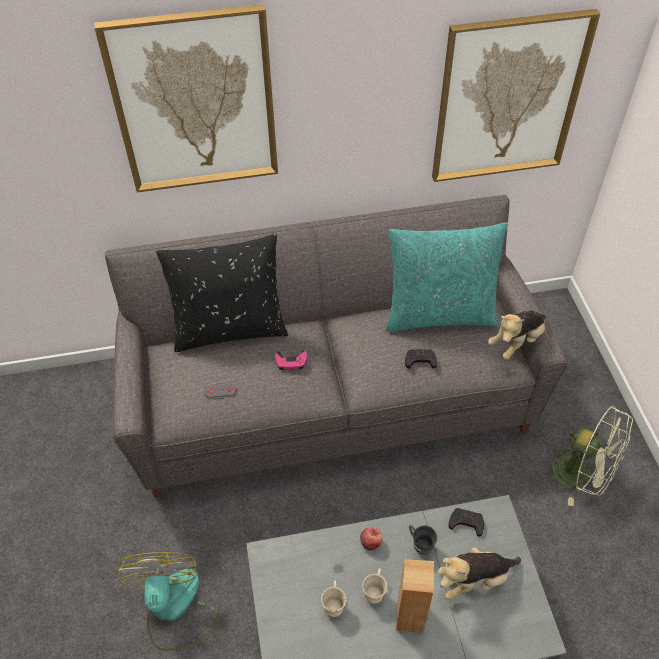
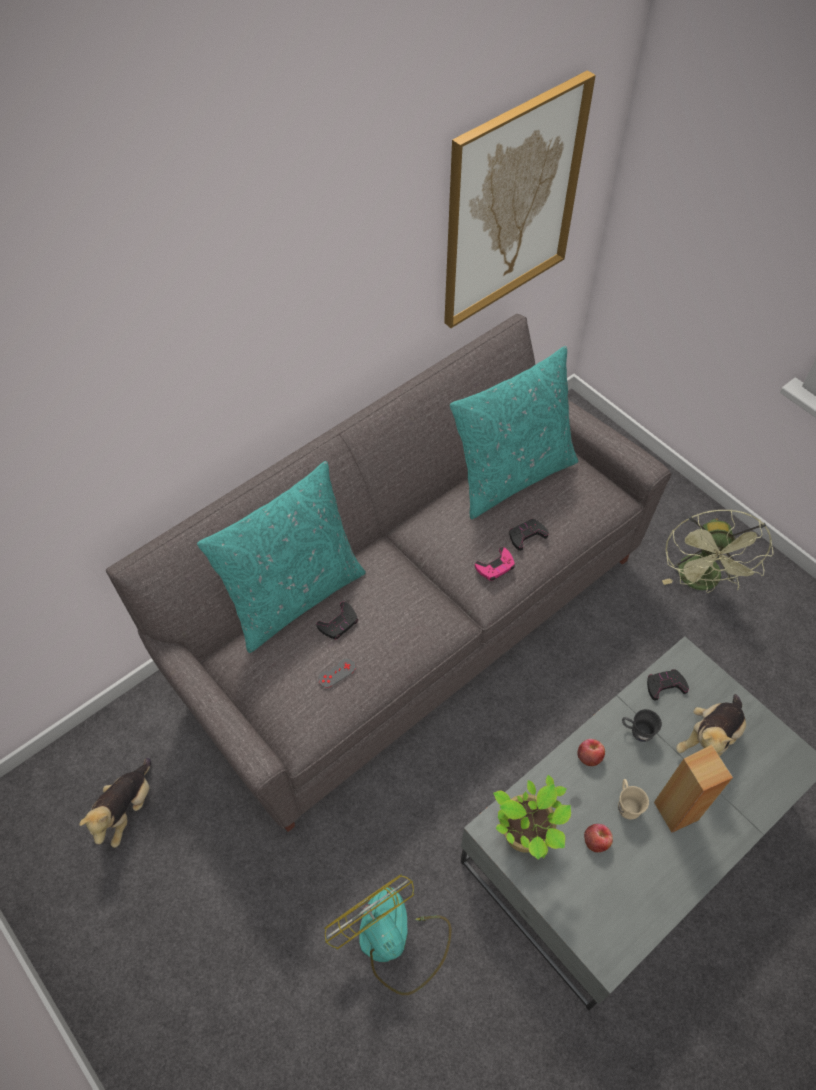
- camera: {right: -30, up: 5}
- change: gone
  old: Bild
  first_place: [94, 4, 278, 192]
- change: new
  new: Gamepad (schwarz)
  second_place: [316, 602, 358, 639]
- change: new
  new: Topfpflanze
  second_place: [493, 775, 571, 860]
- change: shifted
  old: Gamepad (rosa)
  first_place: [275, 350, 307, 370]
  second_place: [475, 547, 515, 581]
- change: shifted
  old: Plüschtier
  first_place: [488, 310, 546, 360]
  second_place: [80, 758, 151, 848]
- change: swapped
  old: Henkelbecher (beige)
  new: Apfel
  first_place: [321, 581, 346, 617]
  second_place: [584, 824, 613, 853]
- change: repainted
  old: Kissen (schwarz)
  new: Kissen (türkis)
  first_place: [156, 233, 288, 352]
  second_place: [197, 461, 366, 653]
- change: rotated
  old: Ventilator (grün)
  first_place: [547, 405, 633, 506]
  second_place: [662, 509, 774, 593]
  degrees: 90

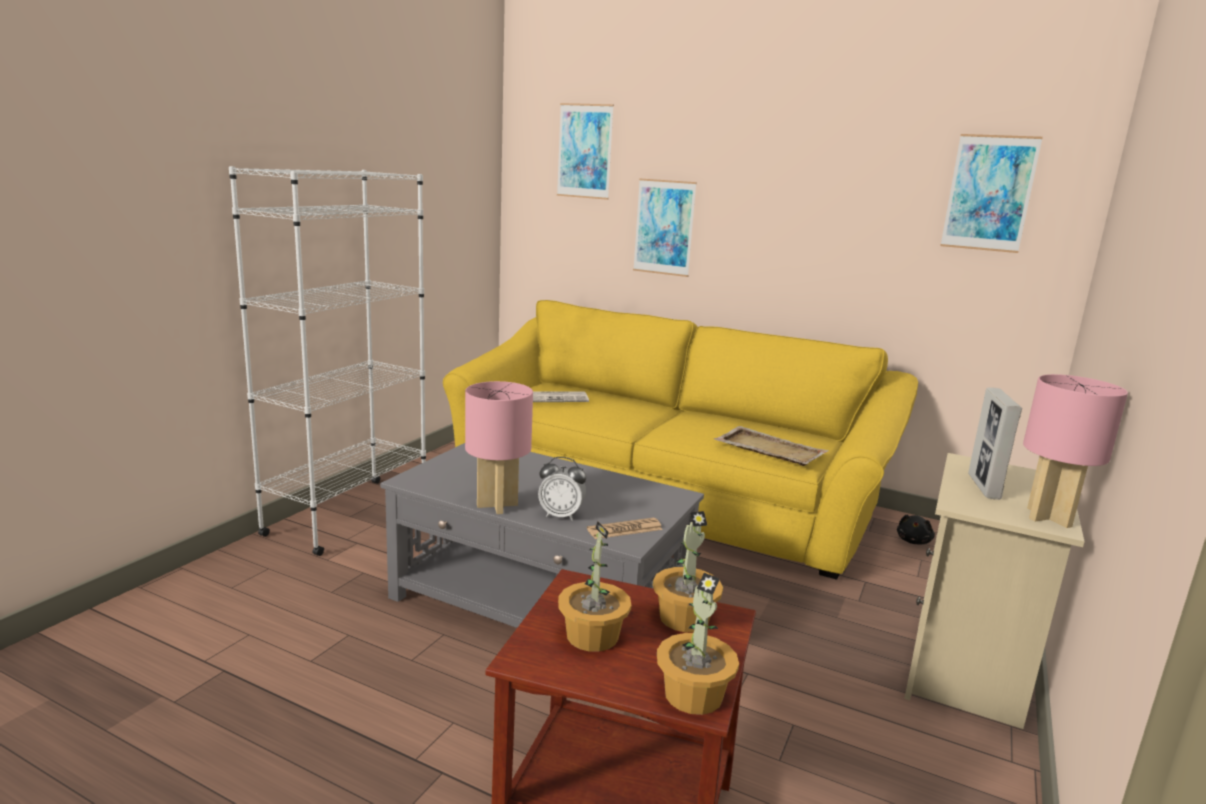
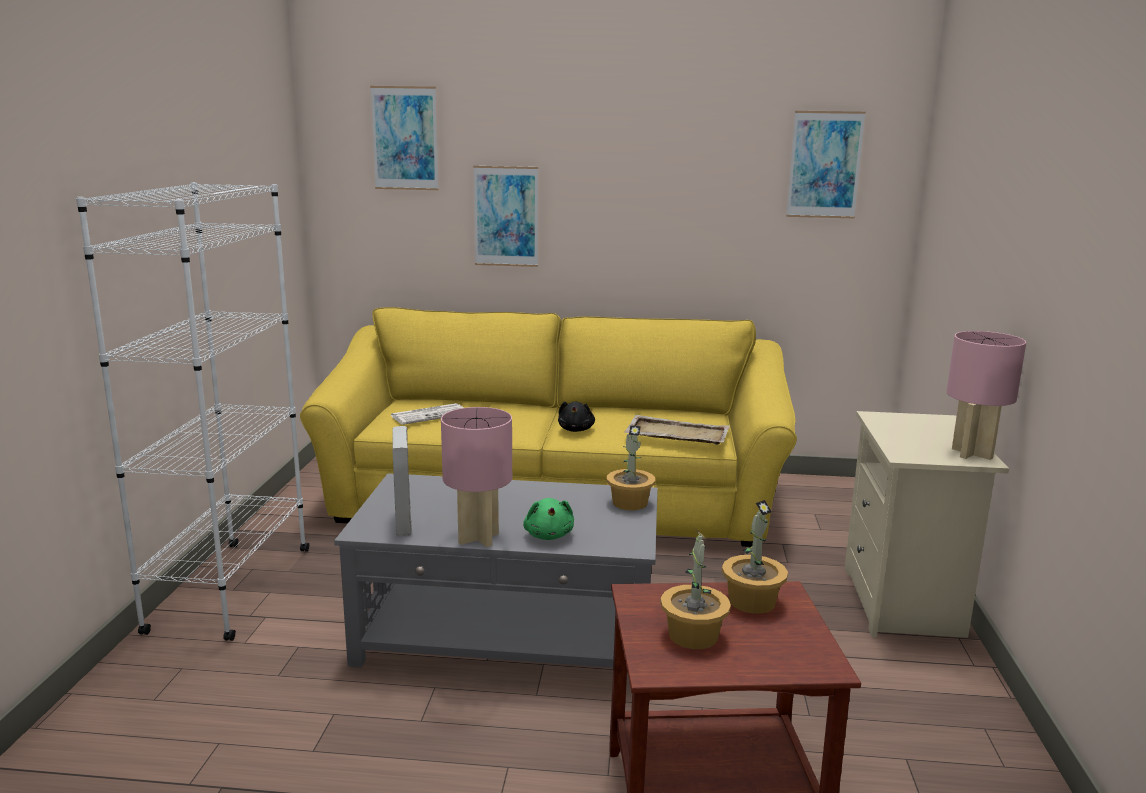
- camera: {right: -20, up: 0}
- change: gone
  old: Zeitung
  first_place: [587, 518, 663, 539]
- change: shifted
  old: Topfpflanze
  first_place: [657, 573, 739, 715]
  second_place: [607, 425, 655, 510]
- change: shifted
  old: Plüschtier (schwarz)
  first_place: [897, 515, 935, 544]
  second_place: [558, 401, 595, 432]
- change: shifted
  old: Bilderrahmen
  first_place: [968, 387, 1022, 500]
  second_place: [392, 426, 412, 536]
- change: swapped
  old: Wecker
  new: Plüschtier (grün)
  first_place: [538, 457, 586, 521]
  second_place: [523, 498, 574, 540]

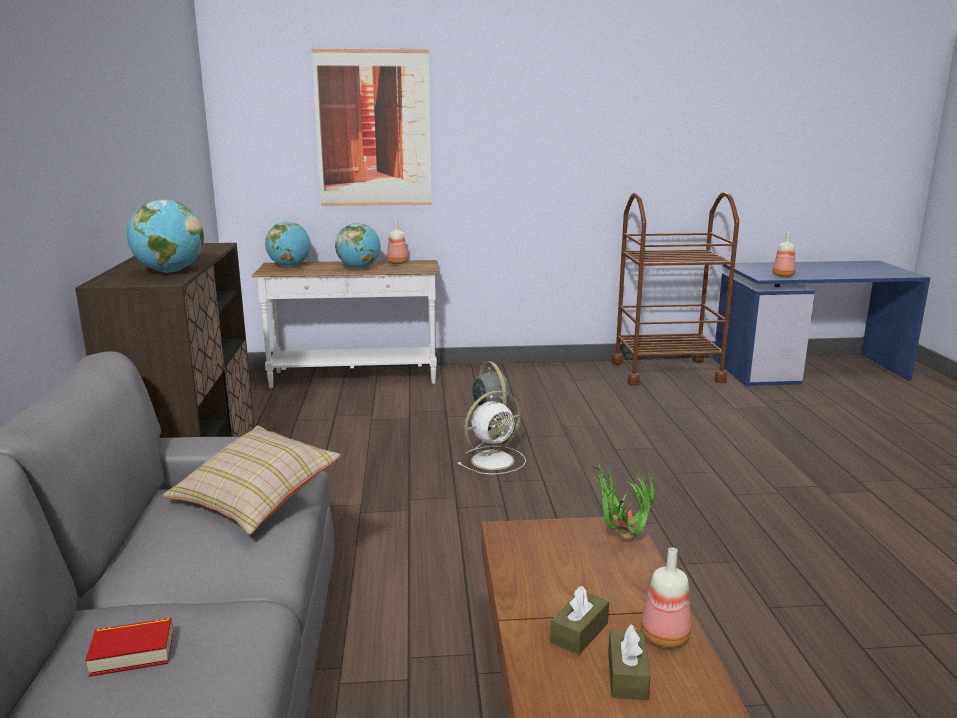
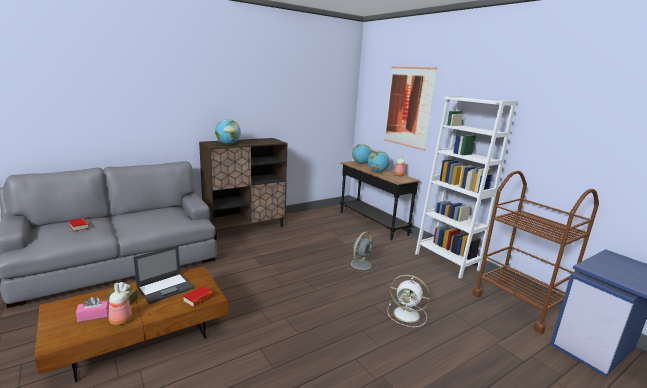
- camera: {right: 60, up: 0}
- change: gone
  old: Kissen (beige)
  first_place: [162, 426, 341, 535]
- change: gone
  old: Flasche
  first_place: [773, 232, 796, 277]
- change: new
  new: Laptop
  second_place: [133, 245, 194, 304]
- change: new
  new: Bücherregal (weiß)
  second_place: [415, 95, 516, 279]
- change: shifted
  old: Ventilator (weiß)
  first_place: [458, 391, 526, 475]
  second_place: [387, 275, 430, 327]
- change: swapped
  old: Topfpflanze
  new: Buch
  first_place: [591, 462, 656, 542]
  second_place: [183, 286, 214, 307]
- change: repainted
  old: Konsolentisch (weiß)
  new: Konsolentisch (schwarz)
  first_place: [251, 260, 440, 388]
  second_place: [340, 161, 420, 240]
- change: repainted
  old: Taschentuchbox (braun)
  new: Taschentuchbox (rosa)
  first_place: [608, 624, 651, 700]
  second_place: [76, 297, 109, 322]

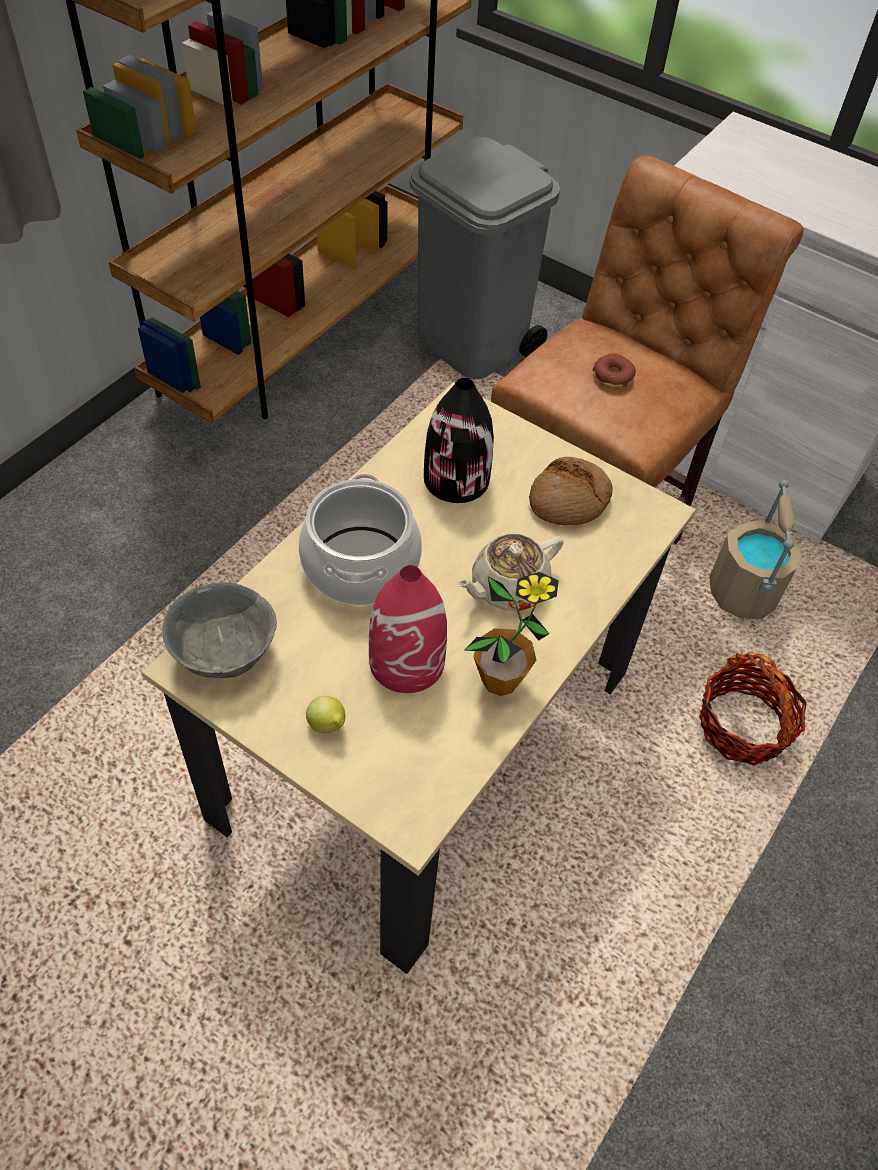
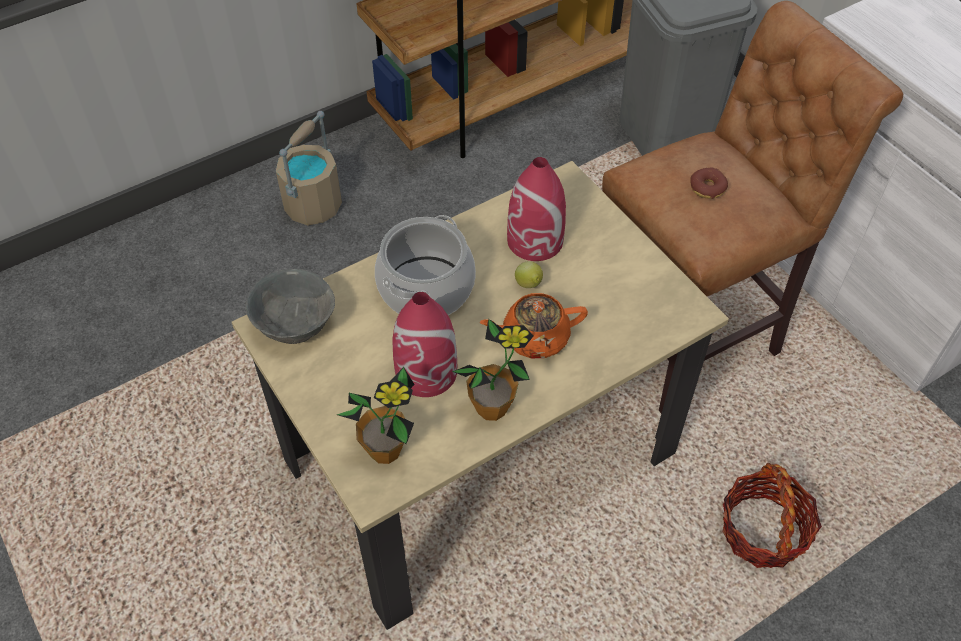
- camera: {right: 25, up: 0}
- change: gone
  old: Brot
  first_place: [529, 457, 613, 526]
- change: new
  new: Topfpflanze
  second_place: [337, 367, 415, 464]
- change: shifted
  old: Zitrone
  first_place: [306, 696, 345, 733]
  second_place: [515, 261, 543, 288]
- change: shifted
  old: Eimer (beige)
  first_place: [709, 480, 802, 620]
  second_place: [276, 111, 342, 226]
- change: repainted
  old: Vase (schwarz)
  new: Vase (rot)
  first_place: [424, 378, 494, 503]
  second_place: [507, 157, 566, 261]
- change: repainted
  old: Teekanne (beige)
  new: Teekanne (orange)
  first_place: [456, 533, 563, 611]
  second_place: [480, 293, 588, 358]

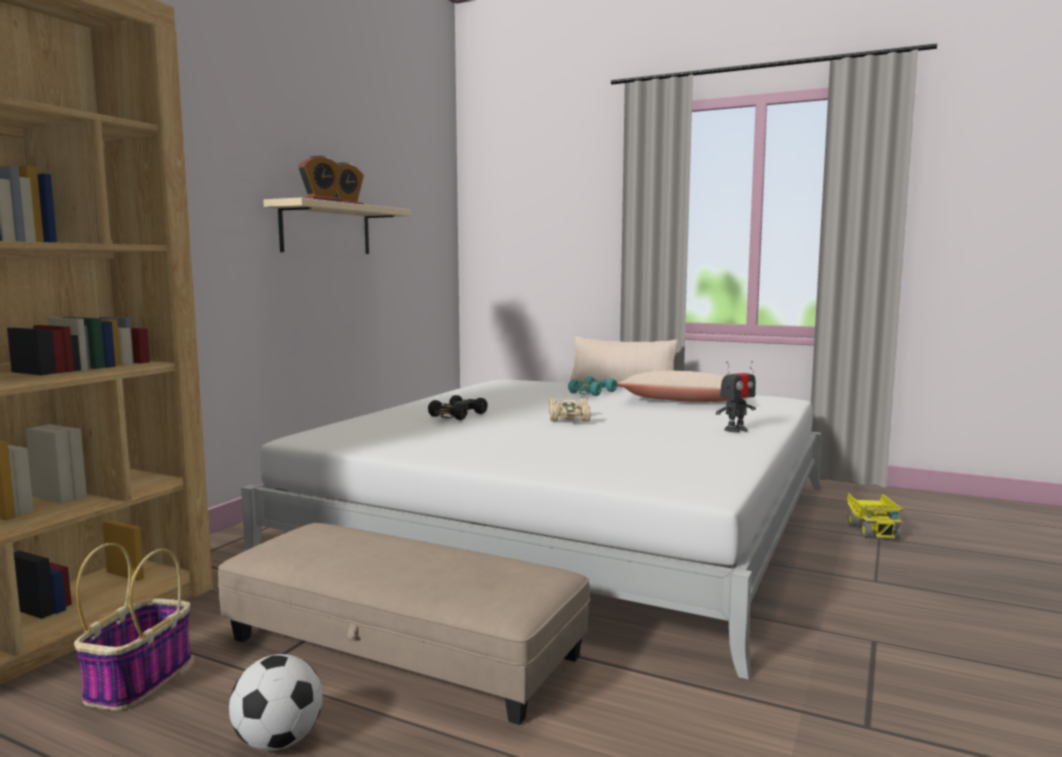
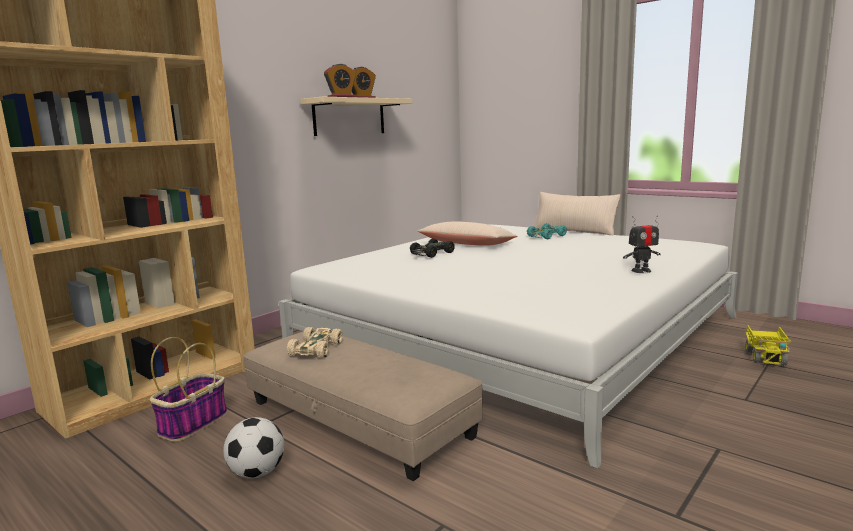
- camera: {right: 15, up: 5}
- change: shifted
  old: Spielzeugauto (beige)
  first_place: [549, 398, 591, 422]
  second_place: [287, 327, 343, 358]
- change: shifted
  old: Kissen (beige)
  first_place: [618, 371, 732, 402]
  second_place: [417, 222, 517, 246]

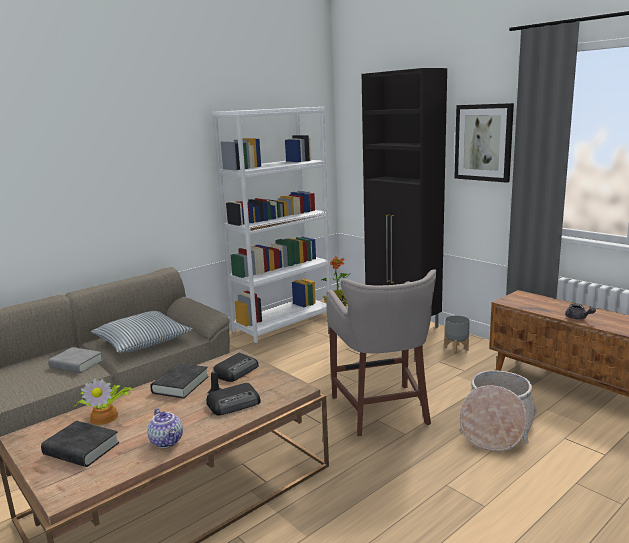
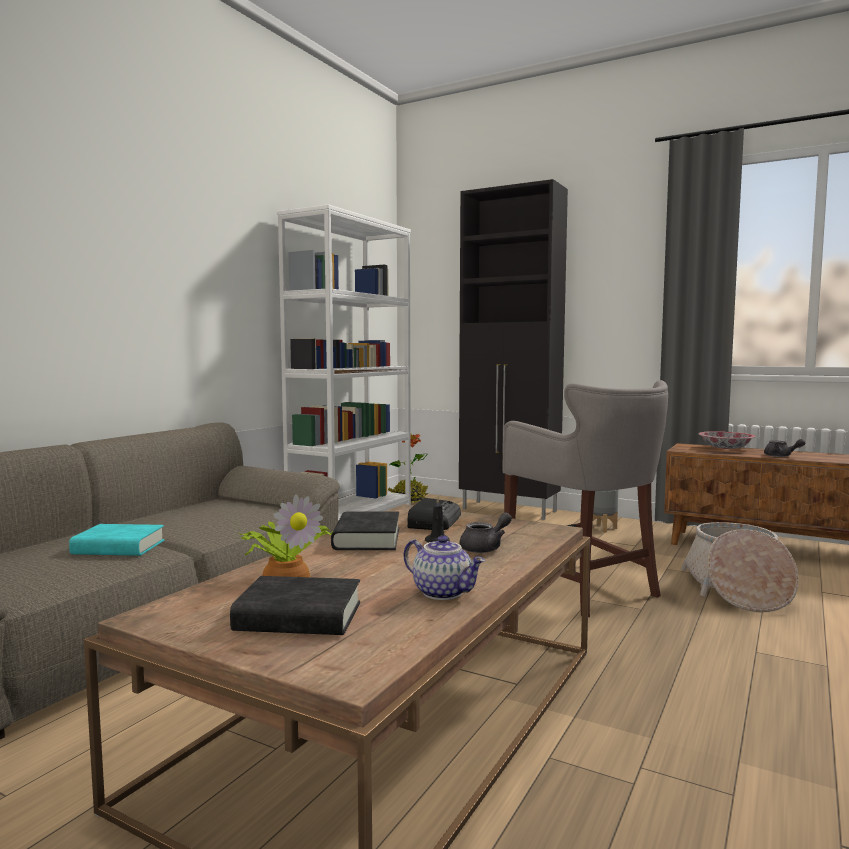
- camera: {right: -20, up: -10}
- change: gone
  old: Kissen
  first_place: [91, 311, 193, 353]
- change: gone
  old: Bild
  first_place: [454, 103, 514, 183]
- change: new
  new: Schüssel
  second_place: [698, 431, 755, 449]
- change: swapped
  old: Radio
  new: Teekanne (grau)
  first_place: [206, 383, 261, 416]
  second_place: [459, 513, 512, 553]
- change: repainted
  old: Buch (grau)
  new: Buch (türkis)
  first_place: [48, 347, 103, 373]
  second_place: [69, 524, 164, 556]

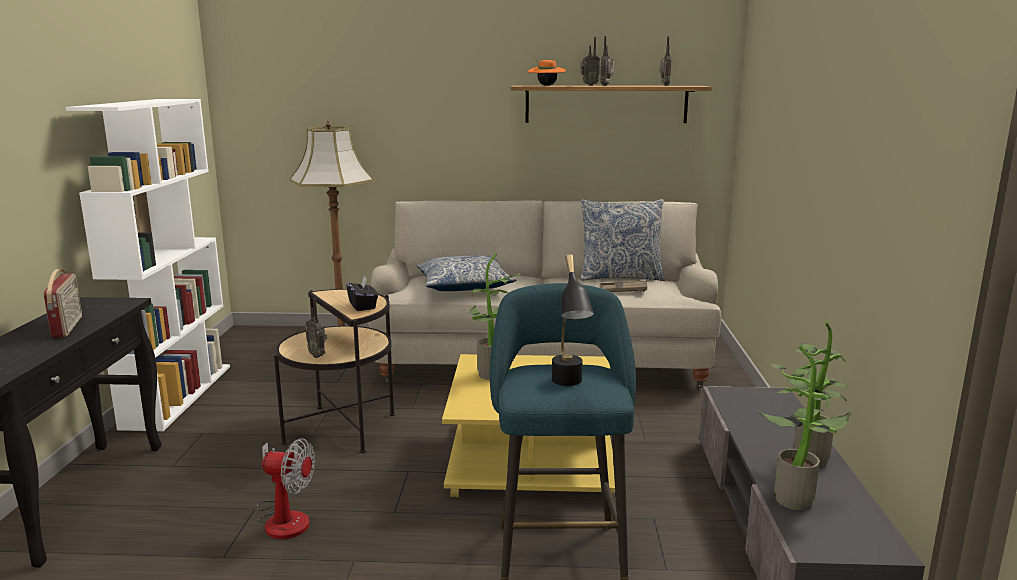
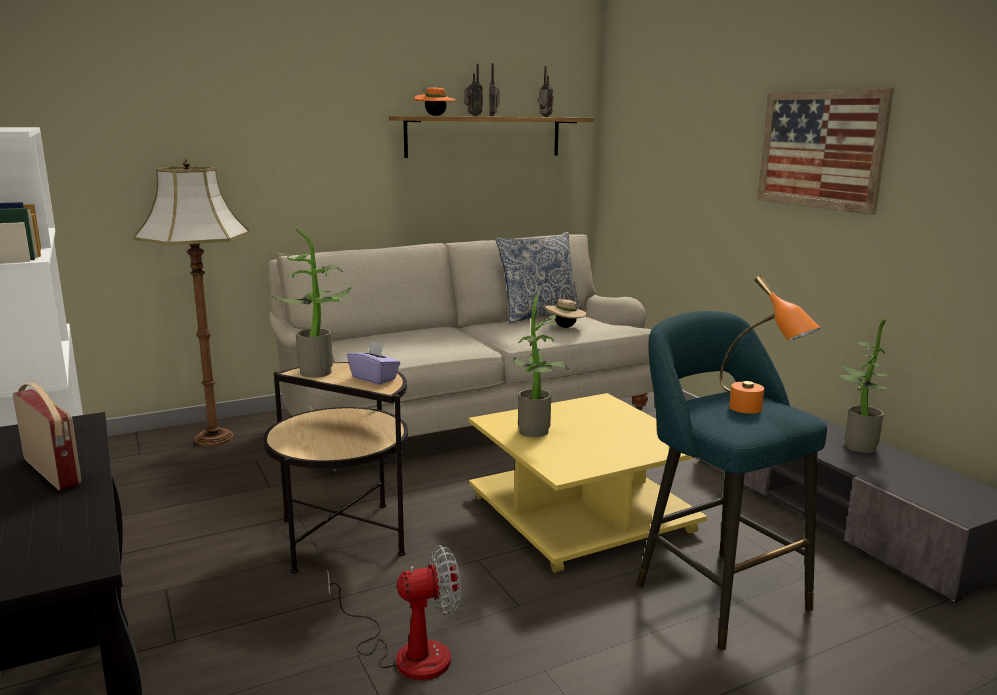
- camera: {right: -30, up: 0}
- change: gone
  old: Radio
  first_place: [305, 298, 327, 358]
- change: gone
  old: Kissen
  first_place: [416, 255, 516, 291]
- change: new
  new: Bild
  second_place: [757, 88, 894, 215]
- change: shifted
  old: Topfpflanze
  first_place: [757, 345, 852, 510]
  second_place: [271, 228, 351, 378]
- change: swapped
  old: Tablett (braun)
  new: Hut (beige)
  first_place: [599, 281, 647, 292]
  second_place: [545, 299, 587, 328]
- change: repainted
  old: Taschentuchbox (schwarz)
  new: Taschentuchbox (lila)
  first_place: [346, 276, 378, 311]
  second_place: [347, 341, 400, 385]
- change: repainted
  old: Tischlampe (schwarz)
  new: Tischlampe (orange)
  first_place: [551, 254, 594, 386]
  second_place: [720, 275, 820, 414]

